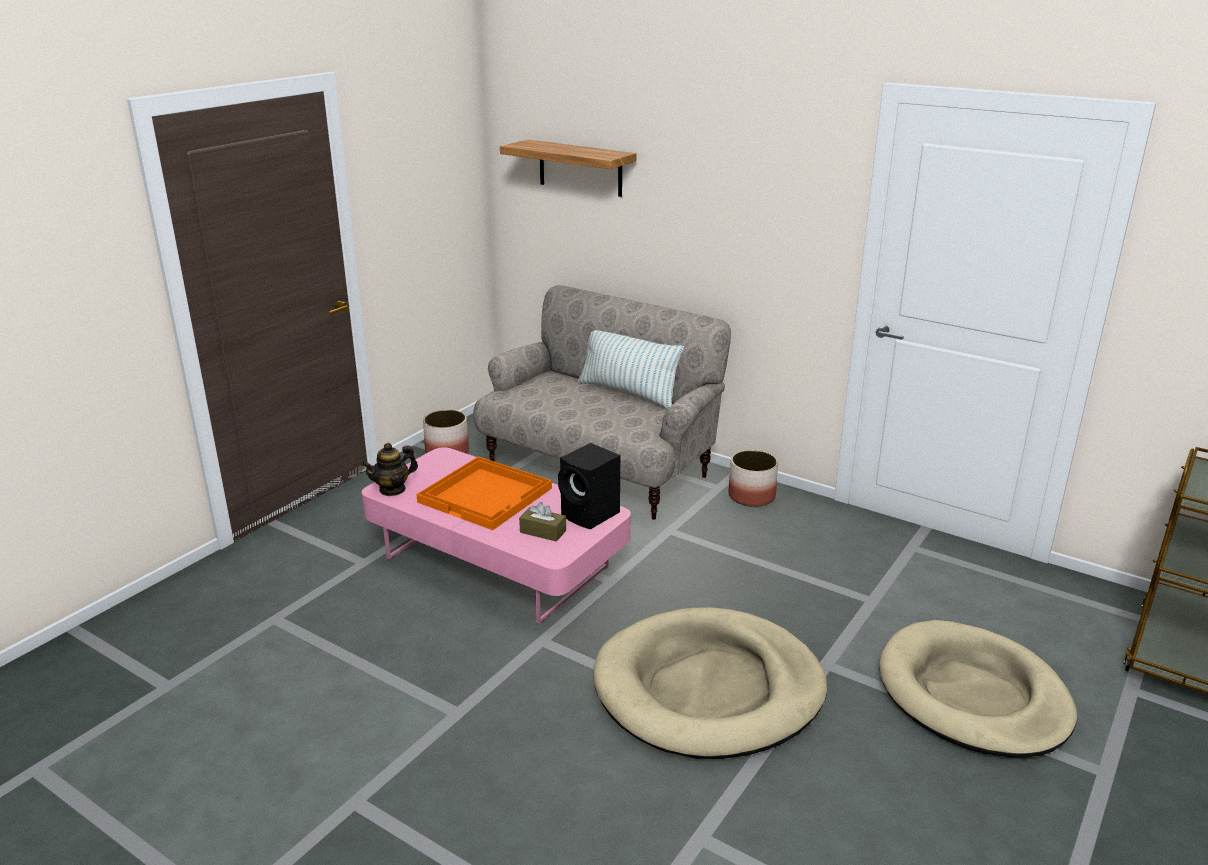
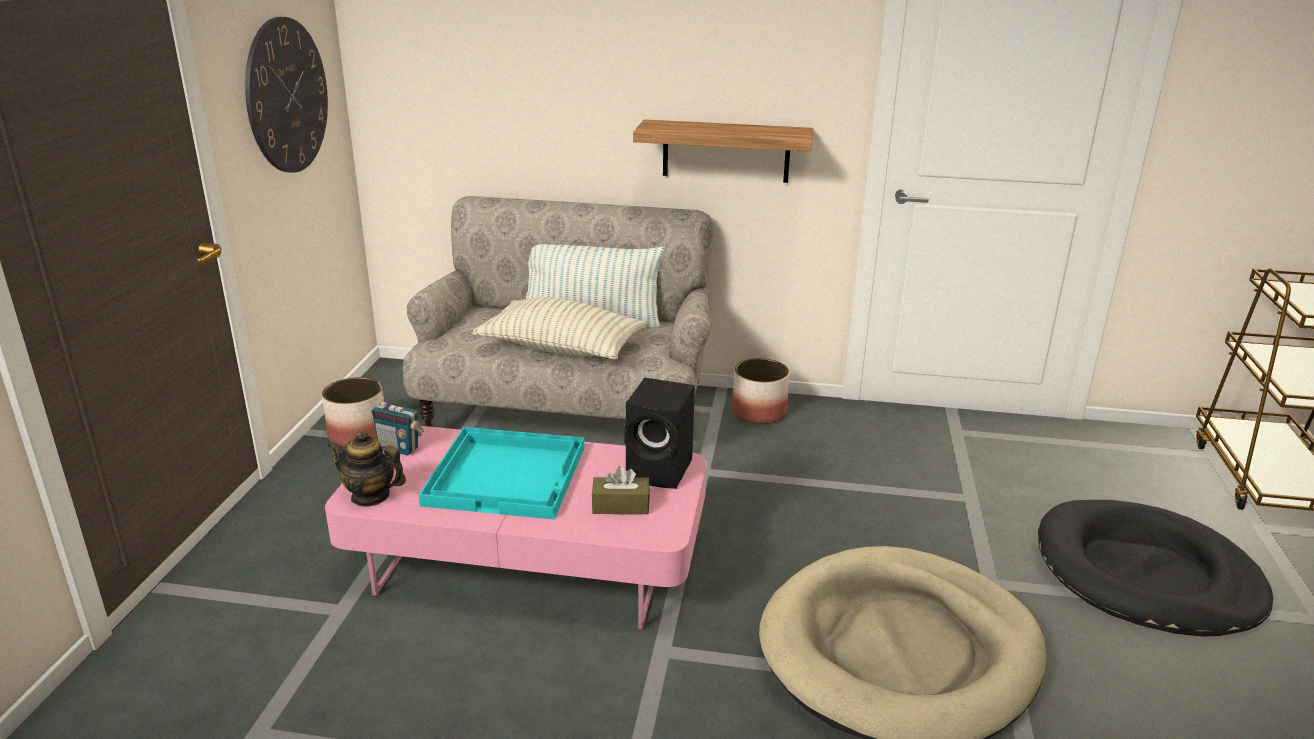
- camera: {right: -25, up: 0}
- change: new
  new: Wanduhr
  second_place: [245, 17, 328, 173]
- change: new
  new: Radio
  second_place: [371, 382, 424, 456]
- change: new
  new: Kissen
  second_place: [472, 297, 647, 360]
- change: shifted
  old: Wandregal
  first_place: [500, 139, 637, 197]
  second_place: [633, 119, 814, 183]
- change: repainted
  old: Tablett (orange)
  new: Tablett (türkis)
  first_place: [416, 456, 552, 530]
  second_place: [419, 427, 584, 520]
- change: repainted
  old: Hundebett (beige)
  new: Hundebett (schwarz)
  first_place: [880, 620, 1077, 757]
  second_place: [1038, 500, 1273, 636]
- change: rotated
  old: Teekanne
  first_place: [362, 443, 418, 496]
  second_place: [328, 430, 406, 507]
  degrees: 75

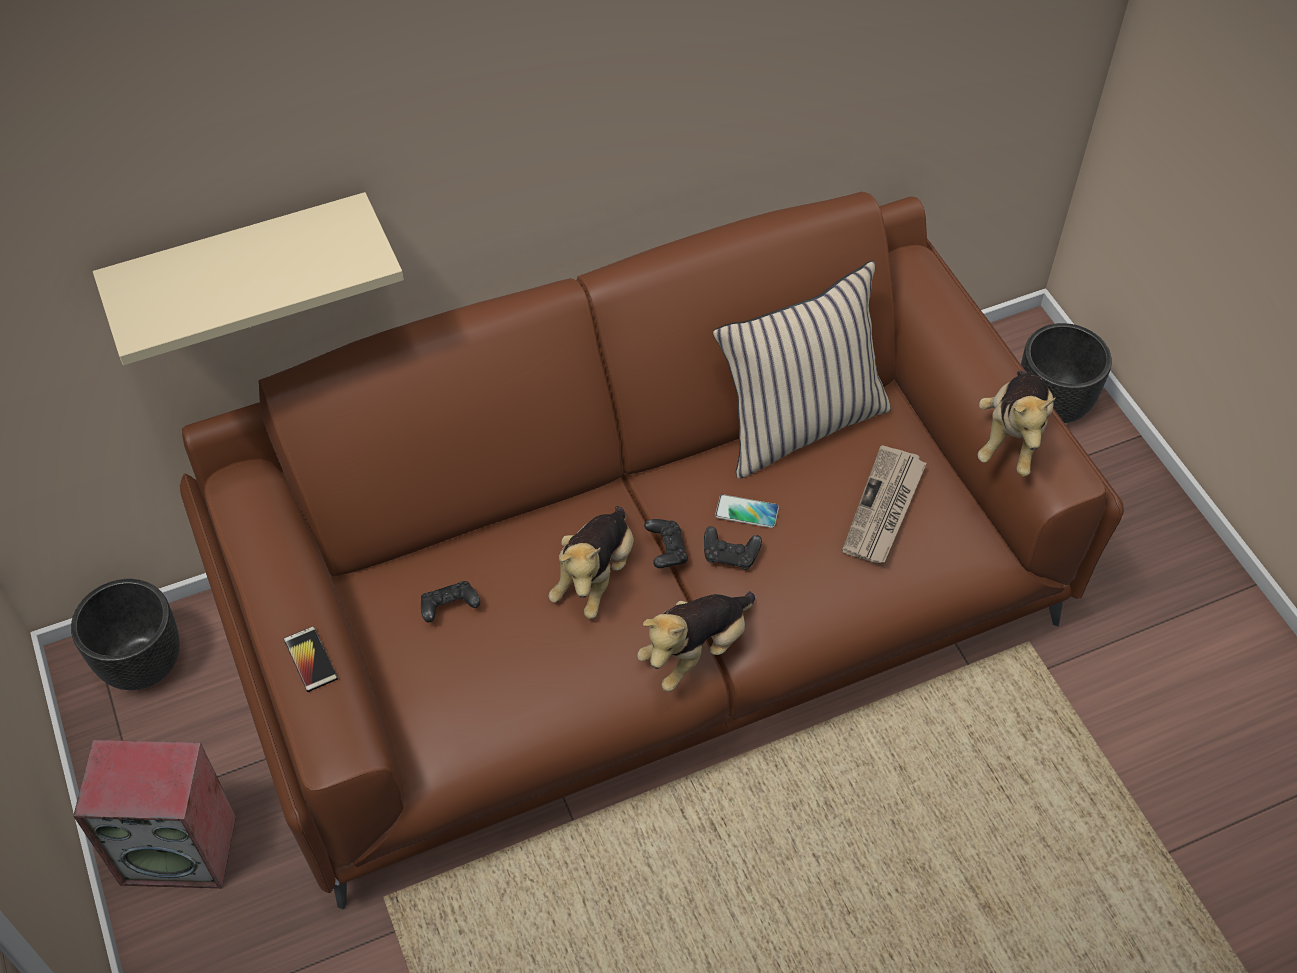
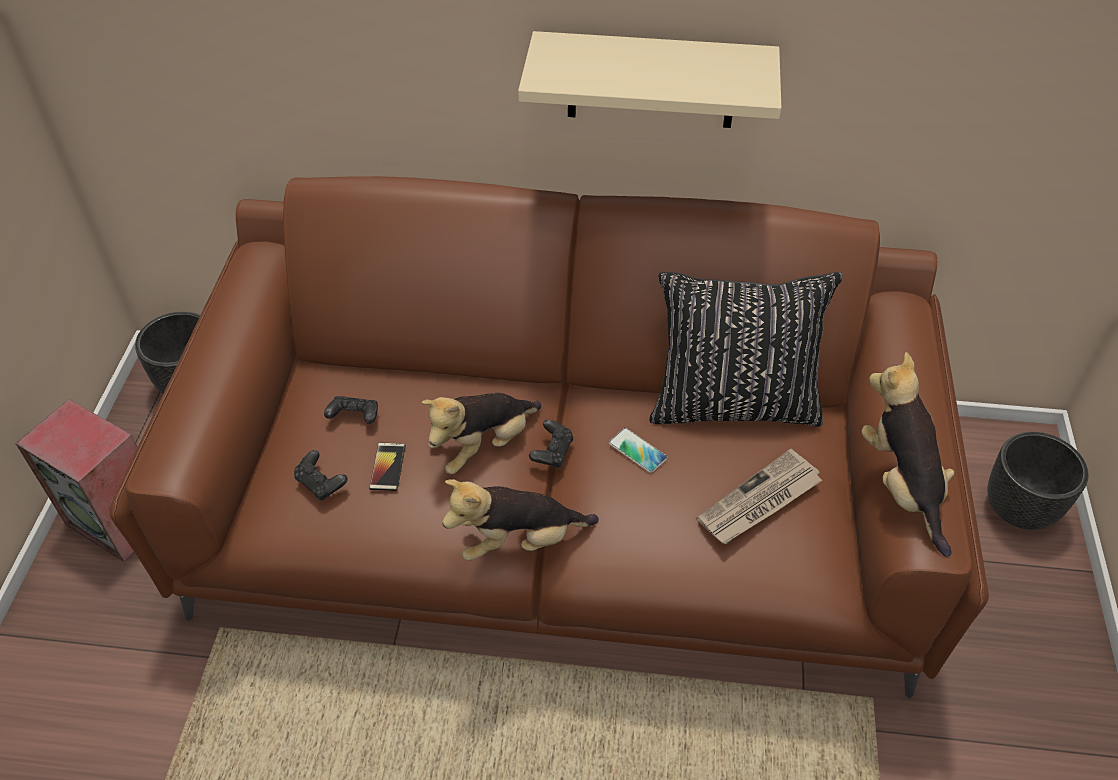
- camera: {right: 30, up: -5}
- change: shifted
  old: Wandregal (beige)
  first_place: [93, 192, 404, 365]
  second_place: [518, 31, 781, 128]
- change: shifted
  old: Handy
  first_place: [284, 626, 338, 692]
  second_place: [369, 443, 405, 491]
- change: shifted
  old: Gamepad (schwarz)
  first_place: [704, 526, 762, 570]
  second_place: [294, 450, 348, 500]
- change: repainted
  old: Kissen (beige)
  new: Kissen (schwarz)
  first_place: [713, 261, 891, 479]
  second_place: [650, 272, 843, 427]
- change: rotated
  old: Plüschtier
  first_place: [978, 371, 1056, 477]
  second_place: [862, 352, 954, 557]
  degrees: 120

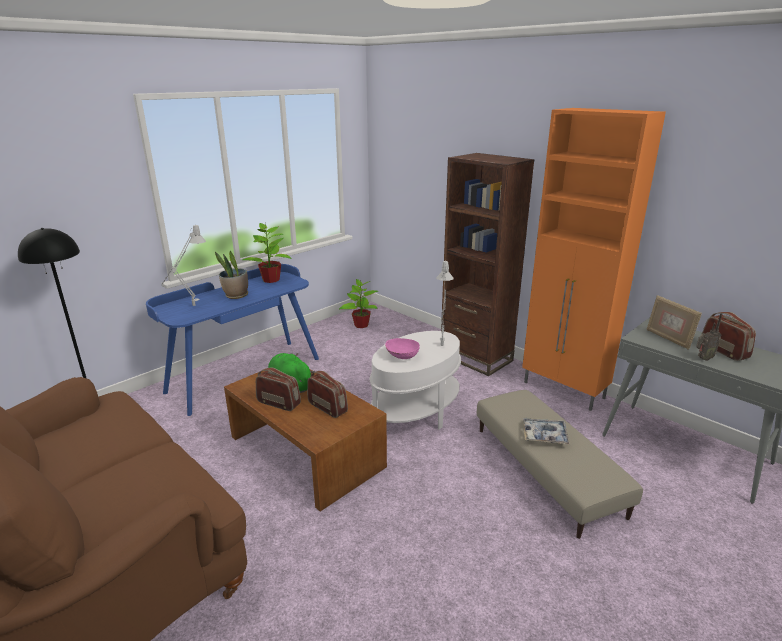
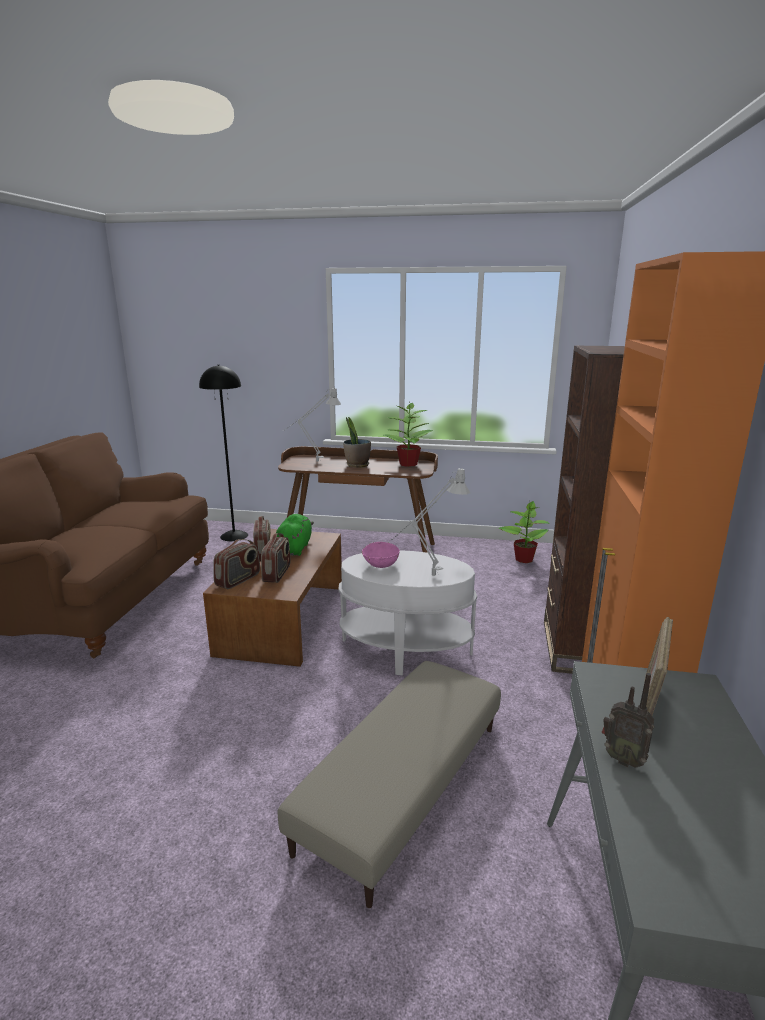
- camera: {right: 55, up: -5}
- change: gone
  old: Tablett
  first_place: [523, 418, 570, 445]
- change: shifted
  old: Radio
  first_place: [702, 312, 756, 361]
  second_place: [213, 539, 260, 589]
- change: repainted
  old: Schreibtisch (blau)
  new: Schreibtisch (braun)
  first_place: [146, 264, 319, 416]
  second_place: [278, 446, 438, 553]

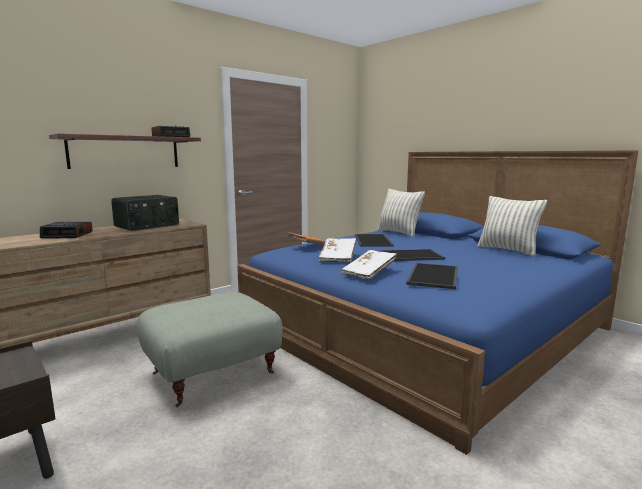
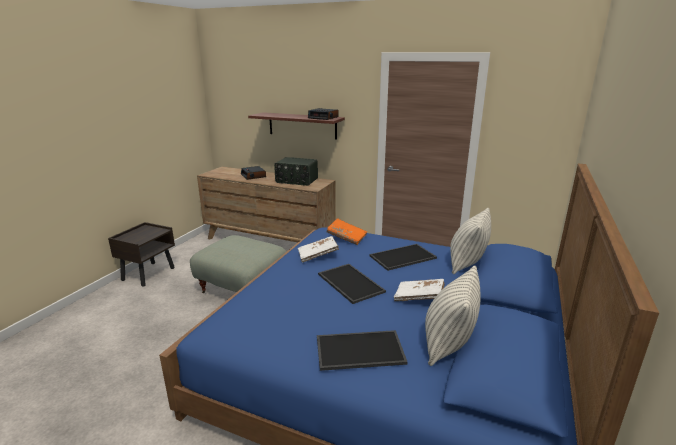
- camera: {right: 65, up: 10}
- change: shifted
  old: Buch (weiß)
  first_place: [341, 250, 397, 280]
  second_place: [394, 279, 445, 301]
- change: shifted
  old: Tablett
  first_place: [406, 263, 458, 289]
  second_place: [317, 330, 408, 371]

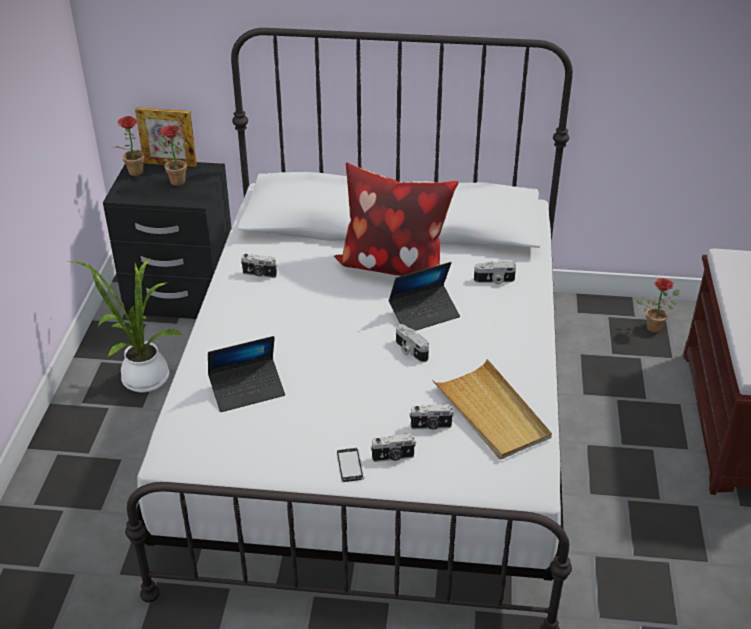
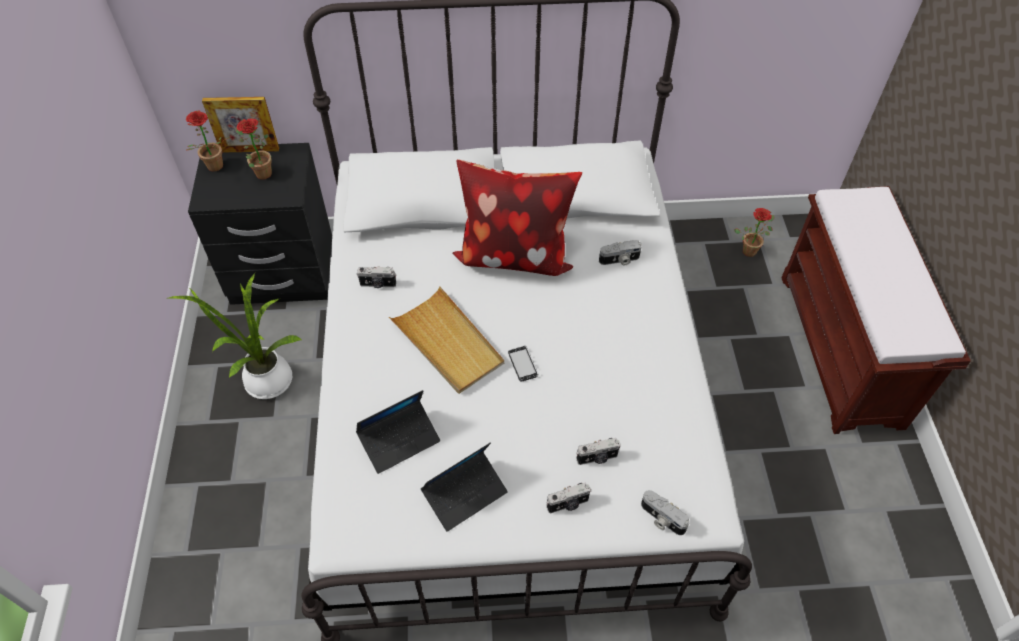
- camera: {right: -10, up: 15}
- change: shifted
  old: Handy
  first_place: [337, 448, 364, 482]
  second_place: [508, 346, 539, 382]
- change: shifted
  old: Laptop
  first_place: [389, 262, 460, 331]
  second_place: [421, 442, 508, 532]
- change: shifted
  old: Kamera
  first_place: [396, 324, 429, 362]
  second_place: [641, 490, 690, 535]
- change: shifted
  old: Tablett (beige)
  first_place: [432, 359, 552, 460]
  second_place: [389, 286, 504, 394]

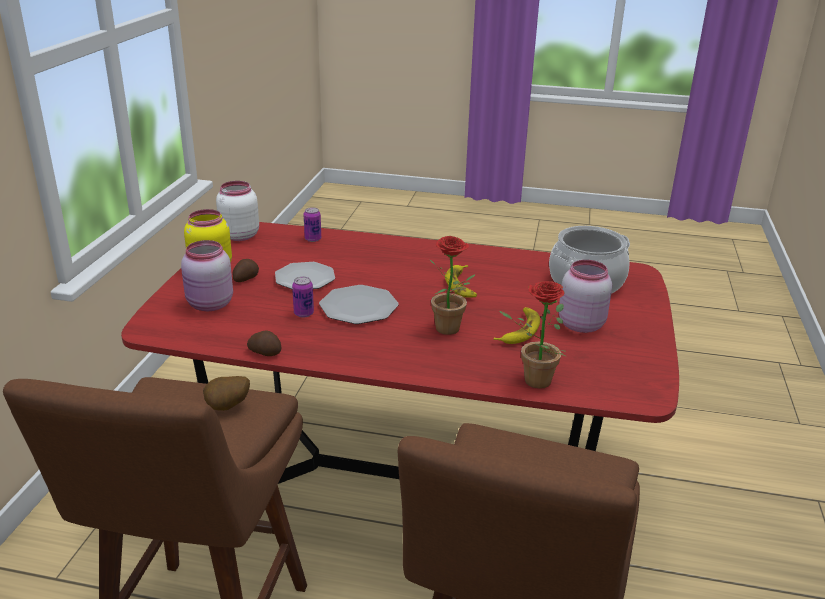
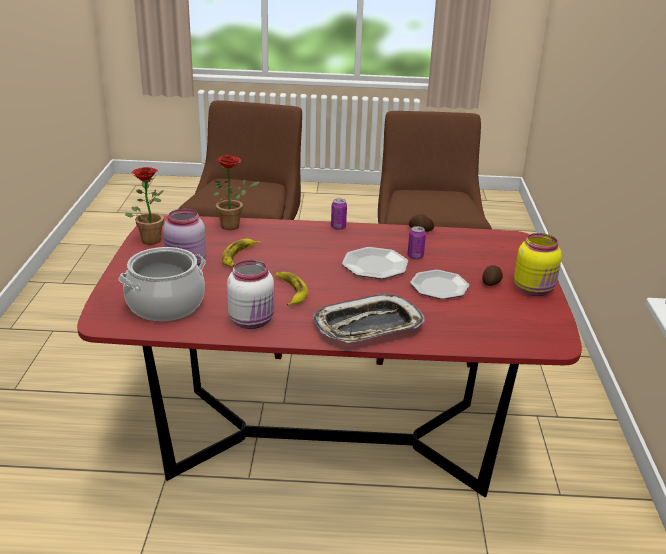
- camera: {right: 170, up: 0}
- change: gone
  old: Vorratsglas (rosa)
  first_place: [181, 240, 233, 311]
- change: gone
  old: Kartoffel
  first_place: [203, 376, 250, 411]
- change: new
  new: Tablett
  second_place: [313, 294, 425, 343]
- change: shifted
  old: Vorratsglas (weiß)
  first_place: [216, 181, 259, 241]
  second_place: [227, 260, 274, 329]
- change: shifted
  old: Dose
  first_place: [304, 207, 321, 242]
  second_place: [331, 199, 347, 230]
- change: shifted
  old: Topfpflanze
  first_place: [429, 236, 475, 335]
  second_place: [125, 167, 164, 245]

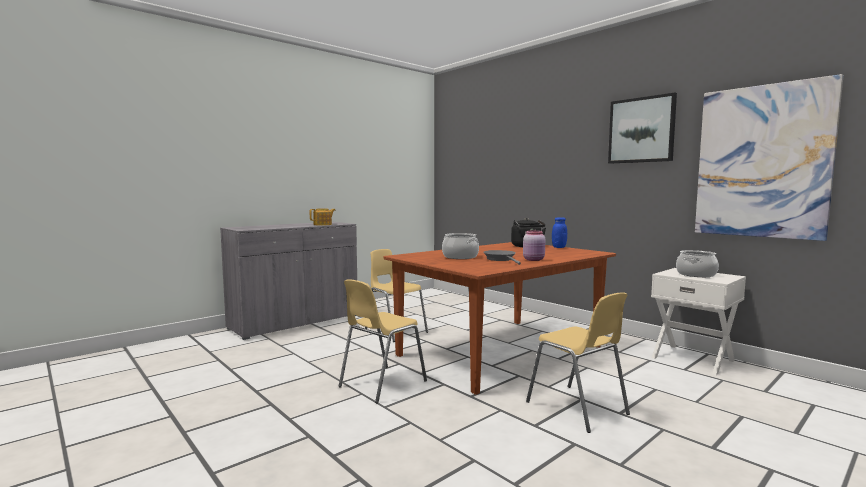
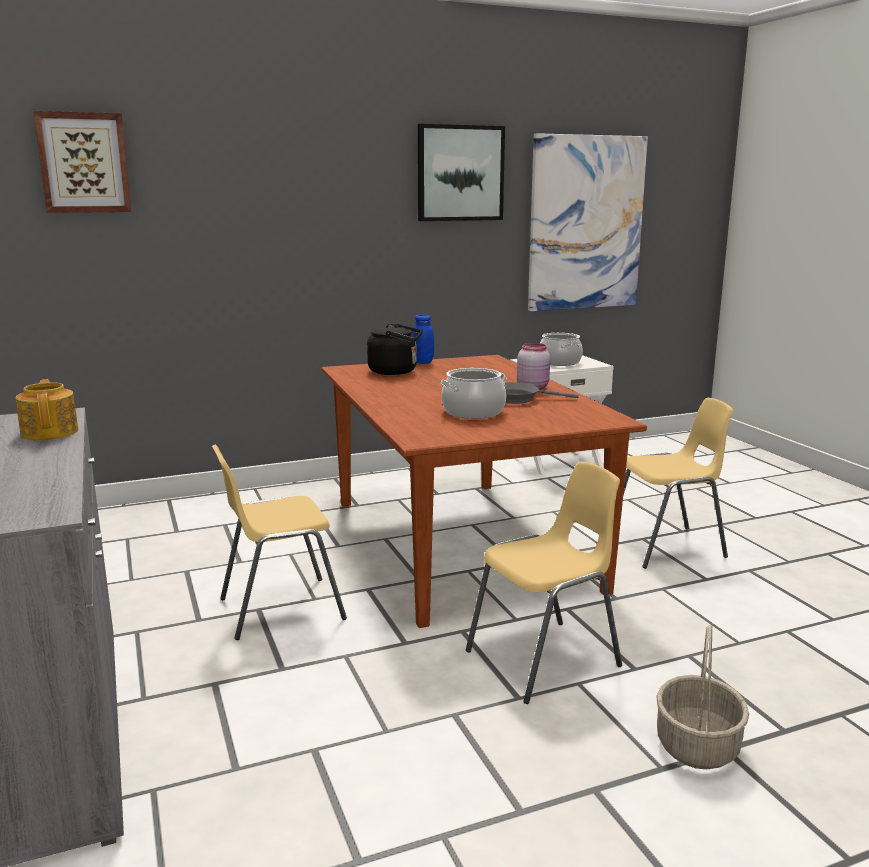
- camera: {right: -70, up: 10}
- change: new
  new: Bild
  second_place: [33, 111, 132, 213]
- change: new
  new: Korb
  second_place: [656, 625, 749, 769]
- change: rotated
  old: Stuhl (gelb)
  first_place: [338, 279, 427, 403]
  second_place: [466, 462, 622, 704]
  degrees: -90

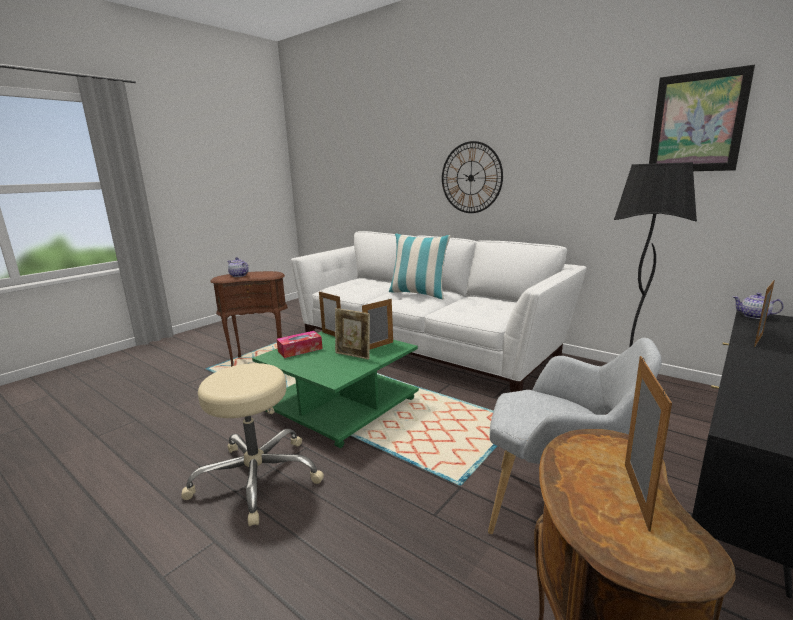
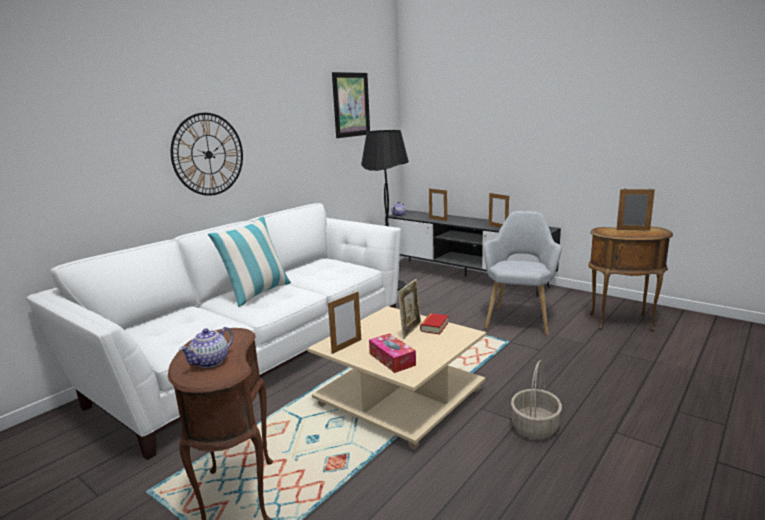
- camera: {right: -90, up: 0}
- change: new
  new: Buch
  second_place: [420, 313, 449, 334]
- change: shifted
  old: Bilderrahmen
  first_place: [362, 299, 393, 350]
  second_place: [489, 193, 509, 228]
- change: swapped
  old: Hocker (beige)
  new: Korb
  first_place: [181, 363, 324, 526]
  second_place: [511, 360, 562, 439]
- change: repainted
  old: Couchtisch (grün)
  new: Couchtisch (beige)
  first_place: [252, 331, 419, 448]
  second_place: [307, 306, 486, 450]

